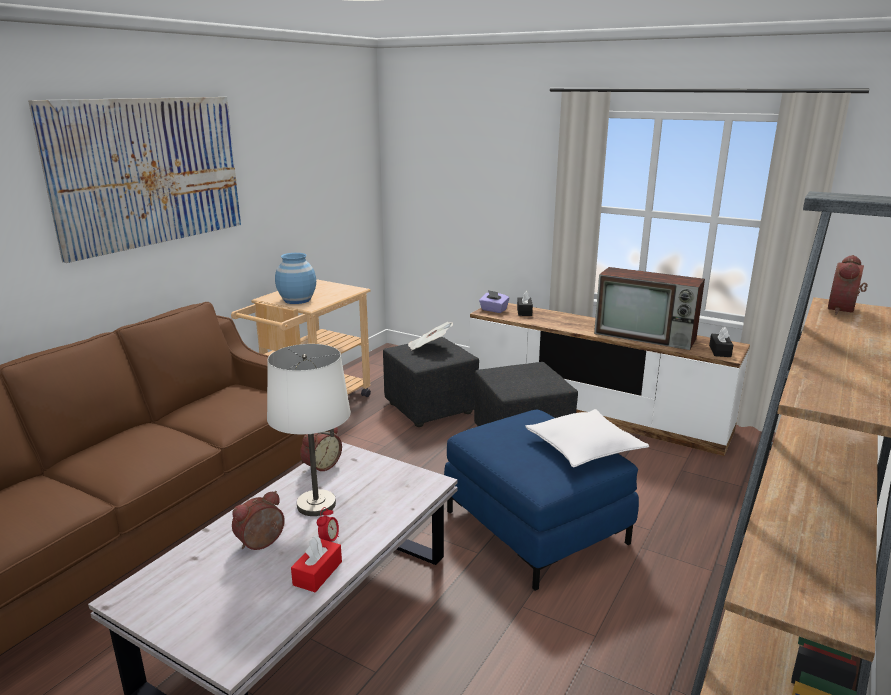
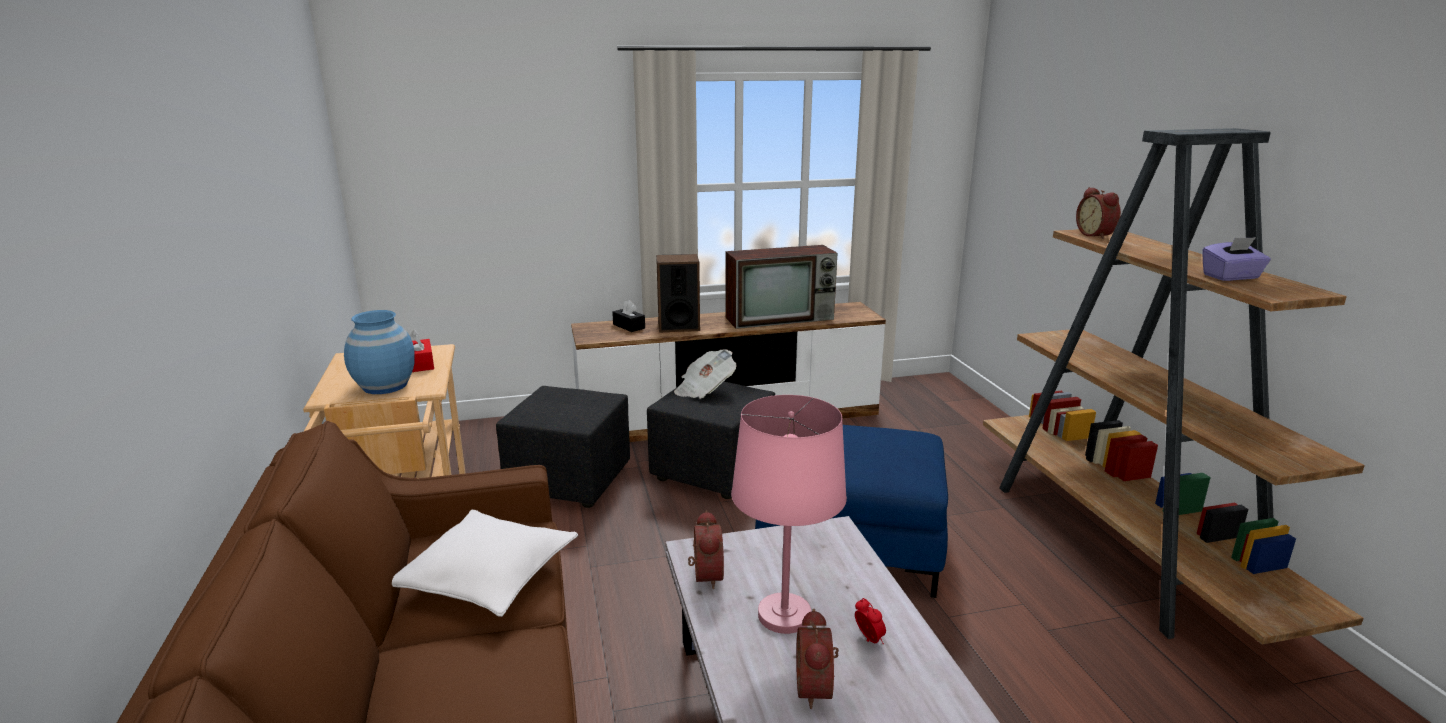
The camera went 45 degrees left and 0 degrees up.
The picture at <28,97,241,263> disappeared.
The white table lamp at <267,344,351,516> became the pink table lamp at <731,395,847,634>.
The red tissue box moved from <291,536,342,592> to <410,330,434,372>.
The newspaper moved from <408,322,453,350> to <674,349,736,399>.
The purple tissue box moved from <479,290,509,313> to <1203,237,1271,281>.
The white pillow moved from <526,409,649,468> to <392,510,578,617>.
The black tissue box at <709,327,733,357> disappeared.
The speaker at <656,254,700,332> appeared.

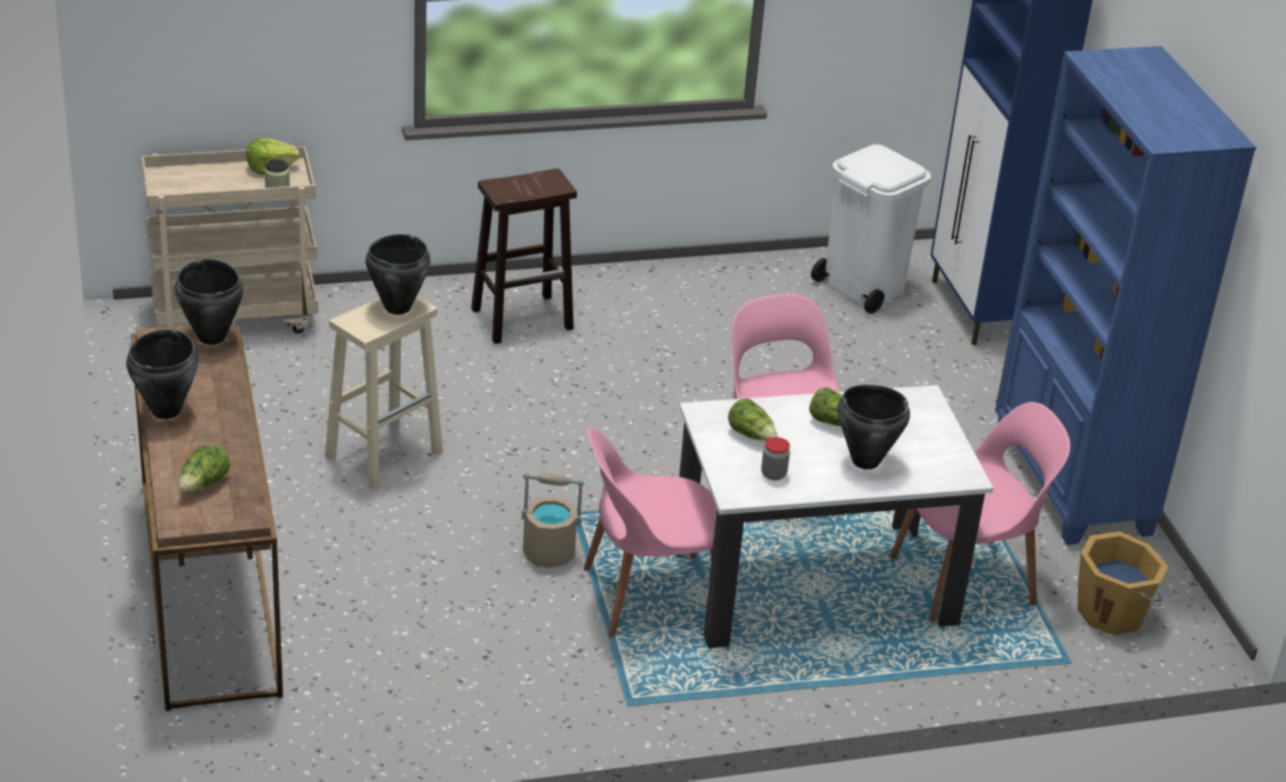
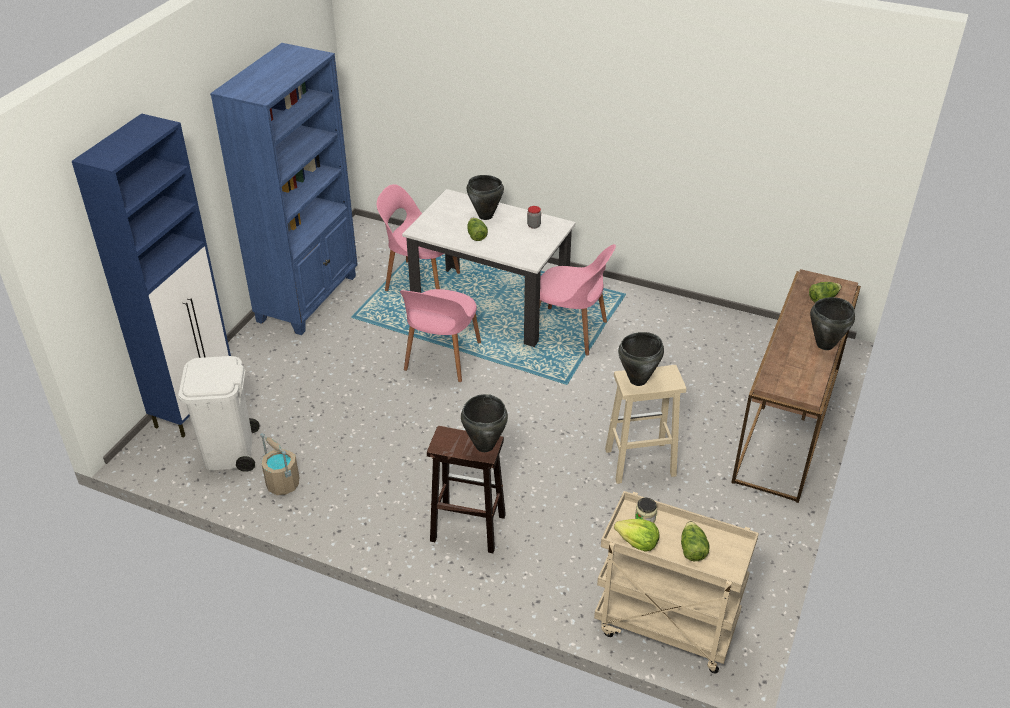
The camera went 140 degrees left and 5 degrees up.
The black cooking pot moved from <175,259,243,345> to <461,394,508,452>.
The beige bucket moved from <521,473,584,568> to <260,433,299,495>.
The lettuce moved from <728,399,777,441> to <681,521,709,561>.
The orange bucket at <1078,531,1168,635> disappeared.

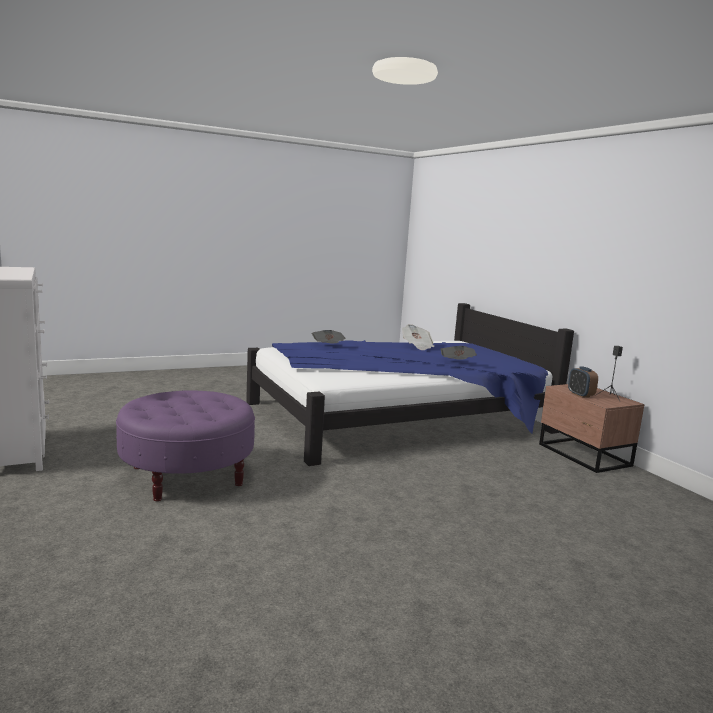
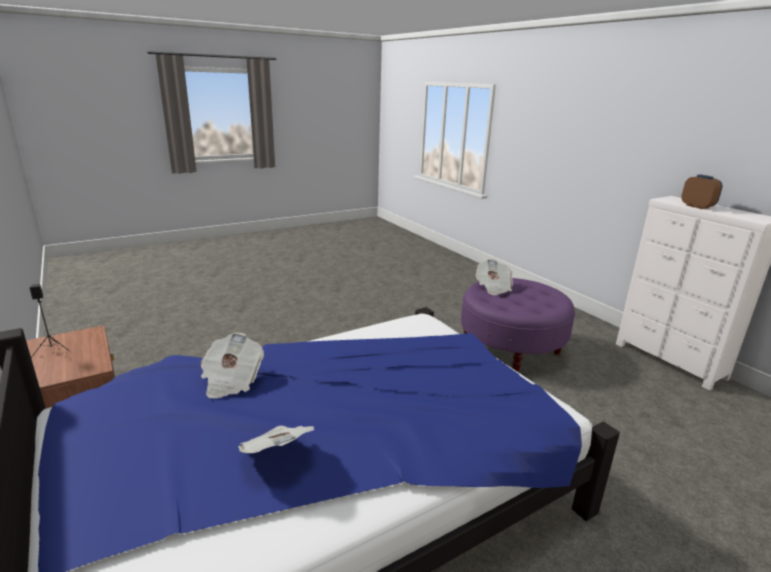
The camera went 175 degrees right and 10 degrees up.
The newspaper moved from <311,330,346,343> to <475,259,513,295>.
The alarm clock moved from <568,366,598,398> to <682,175,722,209>.

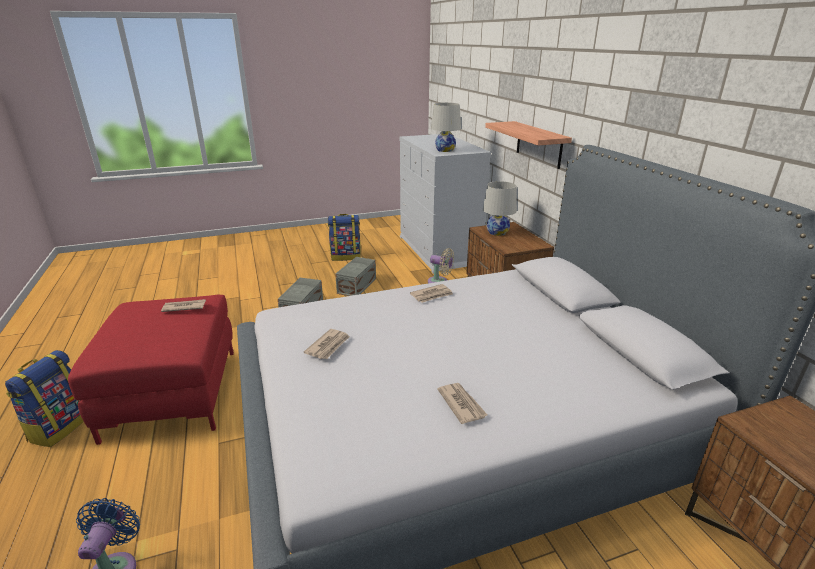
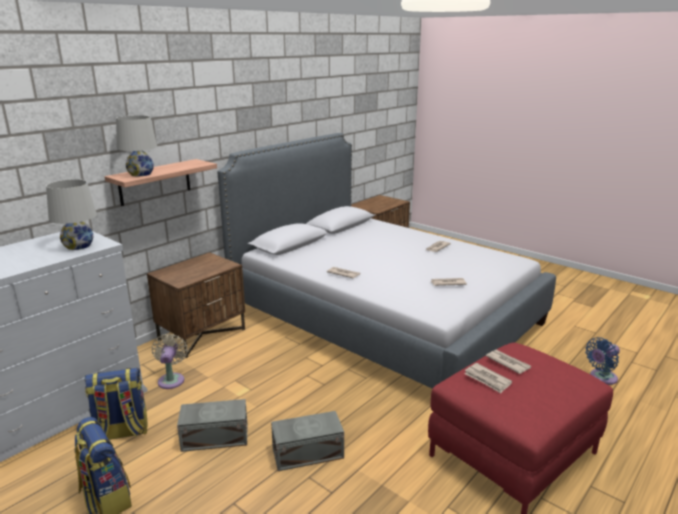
The camera went 120 degrees left and 5 degrees down.
The backpack moved from <5,350,84,447> to <85,368,147,440>.
The white table lamp moved from <483,181,517,236> to <116,115,157,176>.
The newspaper at <486,350,531,374> appeared.

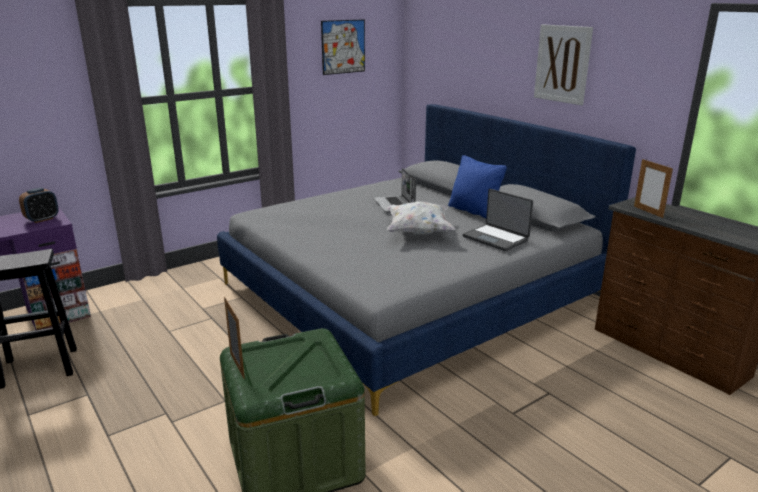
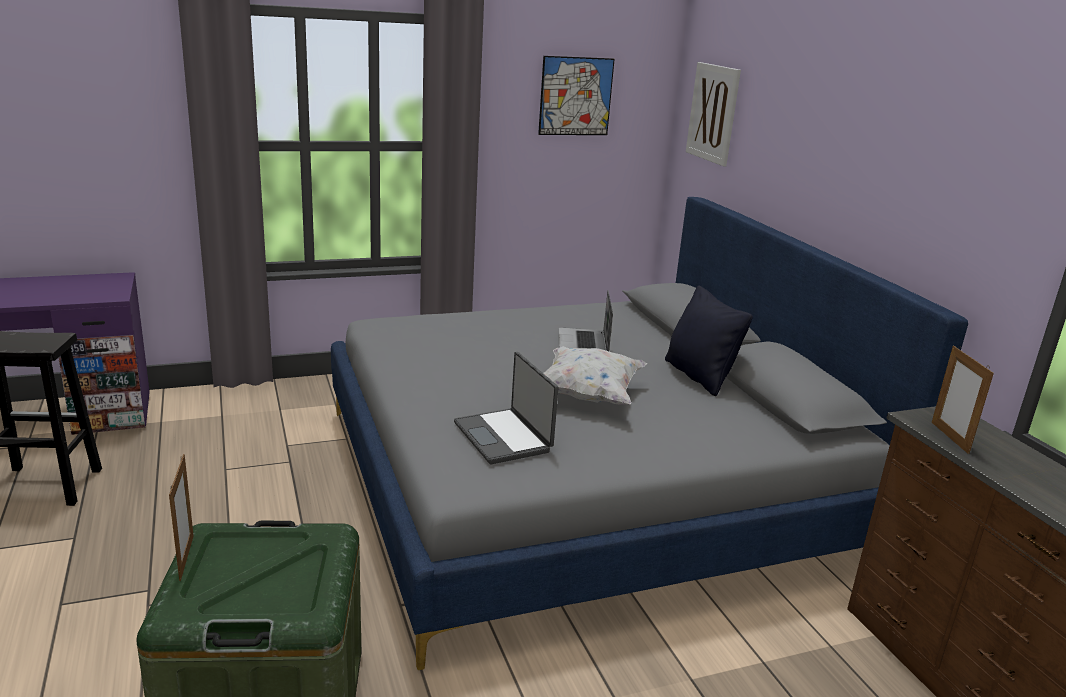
The camera went 15 degrees right and 0 degrees up.
The alarm clock at <19,188,59,223> disappeared.
The blue pillow at <448,155,507,219> became the black pillow at <665,286,753,396>.
The laptop moved from <463,189,533,251> to <454,352,558,464>.
The picture moved from <534,24,593,105> to <686,62,741,166>.

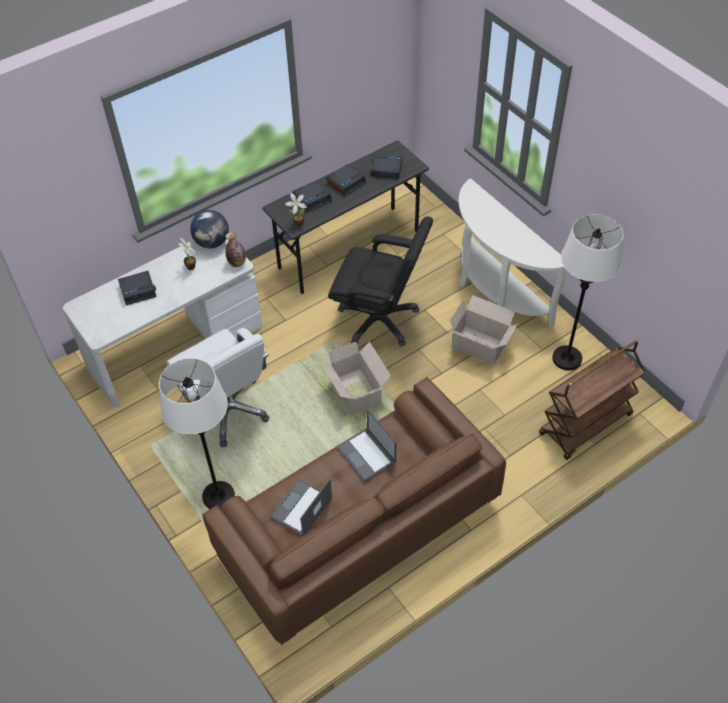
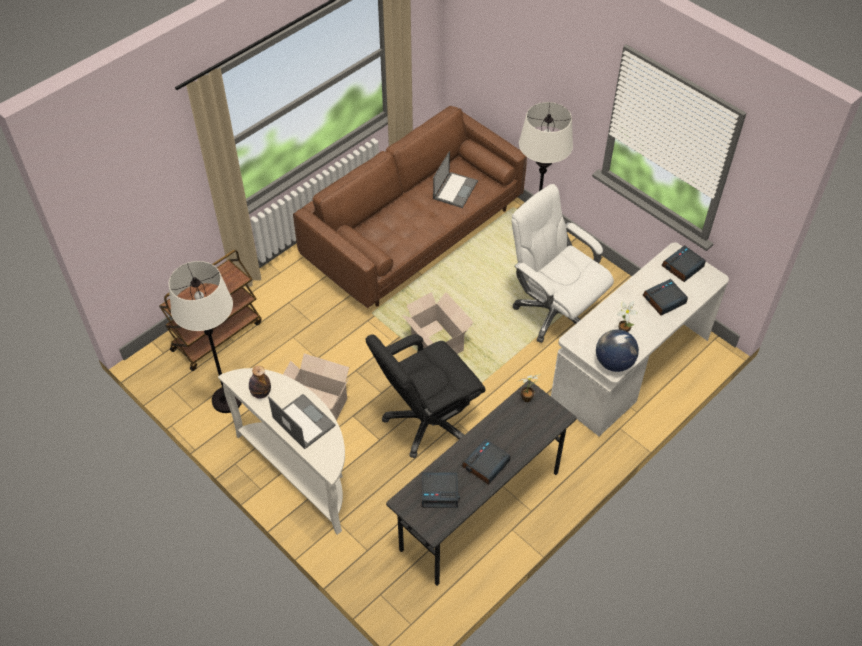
The camera went 170 degrees right and 0 degrees up.
The bottle moved from <225,232,246,267> to <249,366,271,399>.
The alarm clock moved from <293,180,332,213> to <661,245,706,282>.
The black office chair at <328,216,433,346> turned 45 degrees counterclockwise.
The laptop moved from <337,409,397,482> to <268,394,336,449>.

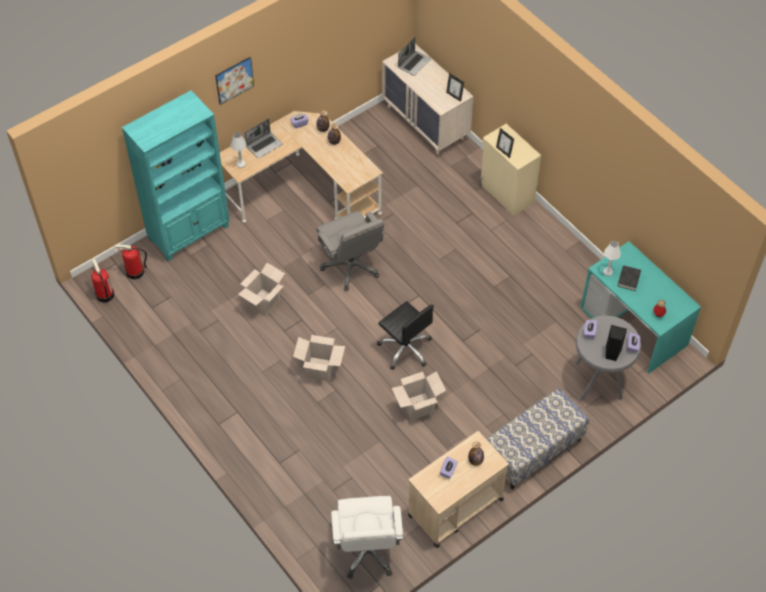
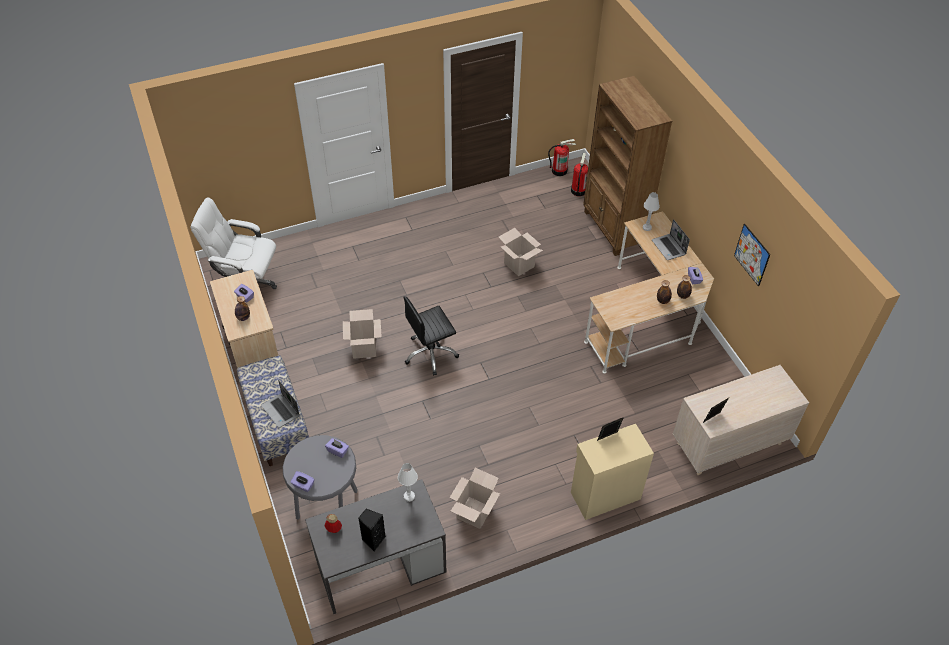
The camera went 105 degrees right and 5 degrees down.
The turquoise bookcase at <122,90,230,262> became the brown bookcase at <583,76,672,256>.
The picture moved from <215,57,254,105> to <734,224,771,286>.
The cardboard box moved from <293,335,345,381> to <450,468,500,529>.
The grey office chair at <316,211,386,291> disappeared.
The laptop moved from <398,37,431,76> to <261,380,300,428>.
The turquoise desk at <581,241,701,373> became the grey desk at <305,479,446,614>.
The black speaker moved from <605,325,627,361> to <358,509,386,551>.
The black book at <617,266,641,291> disappeared.

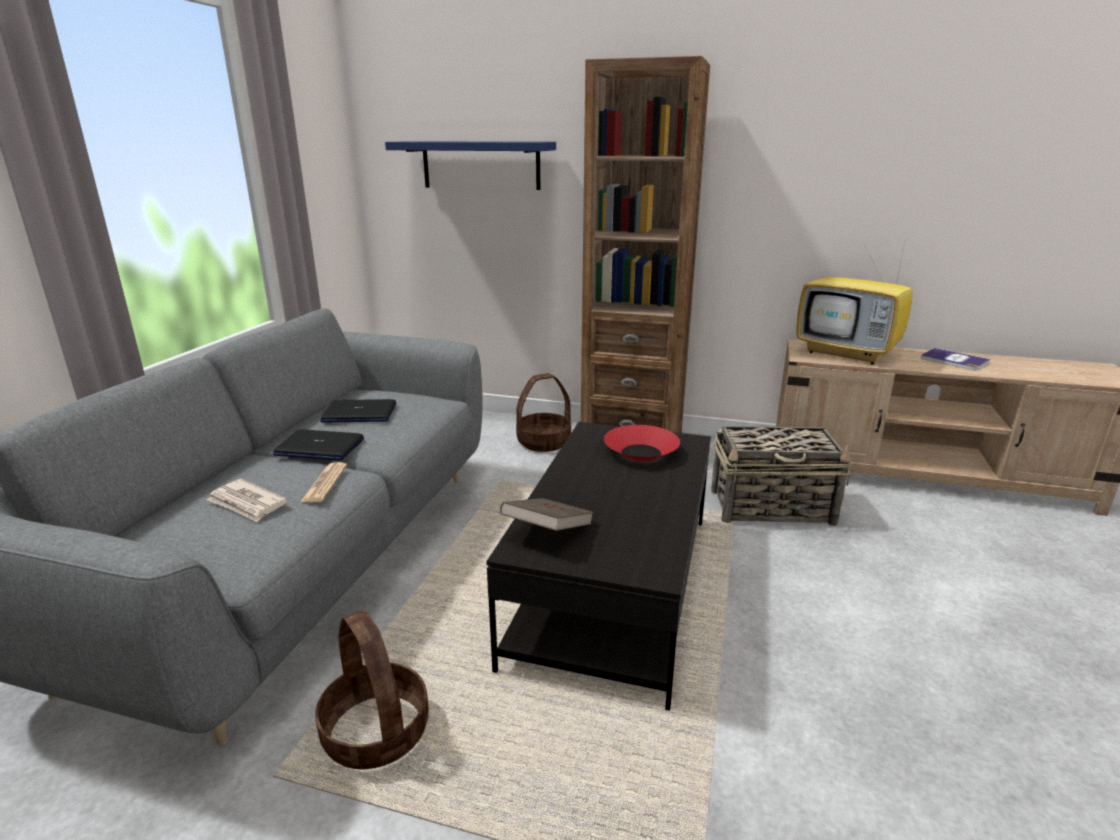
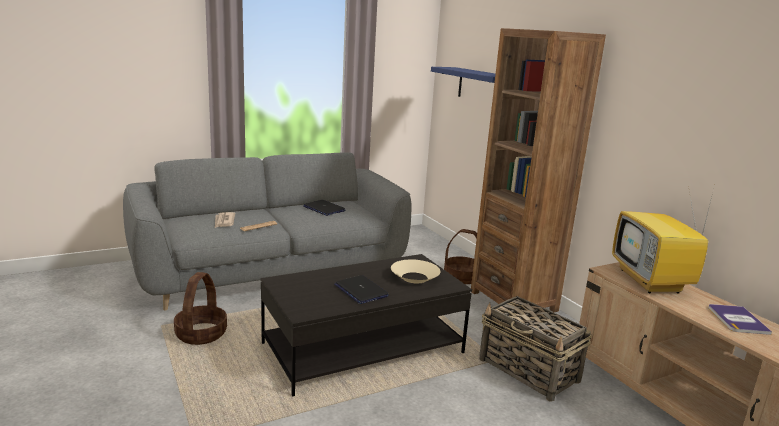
The camera went 45 degrees right and 5 degrees down.
The laptop moved from <273,430,364,461> to <334,275,389,304>.
The brown book at <500,498,594,531> disappeared.
The red bowl at <604,425,680,462> became the beige bowl at <391,259,441,283>.

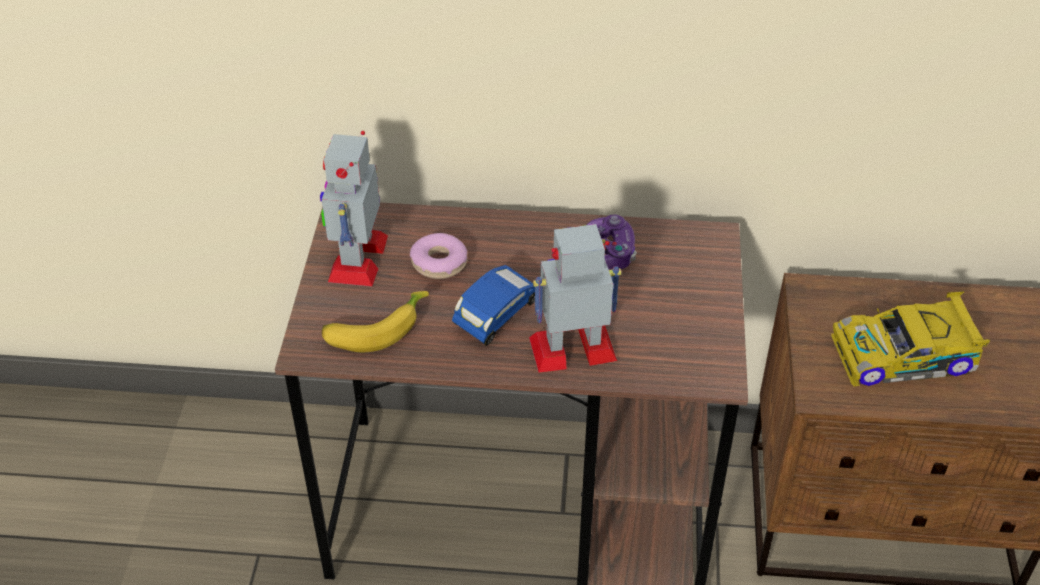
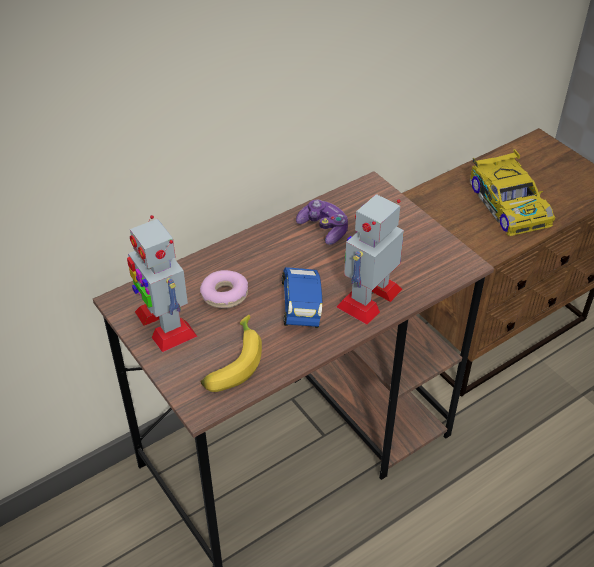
The camera went 40 degrees left and 0 degrees up.
The toy car at <831,291,990,387> turned 60 degrees counterclockwise.

